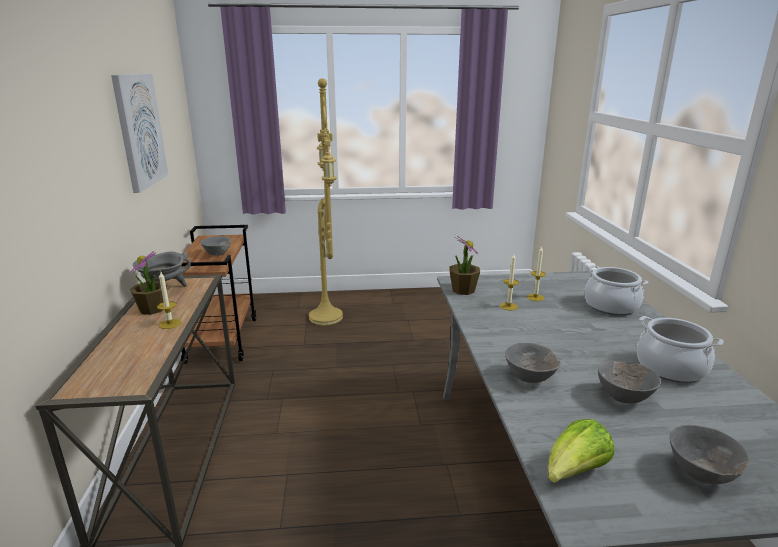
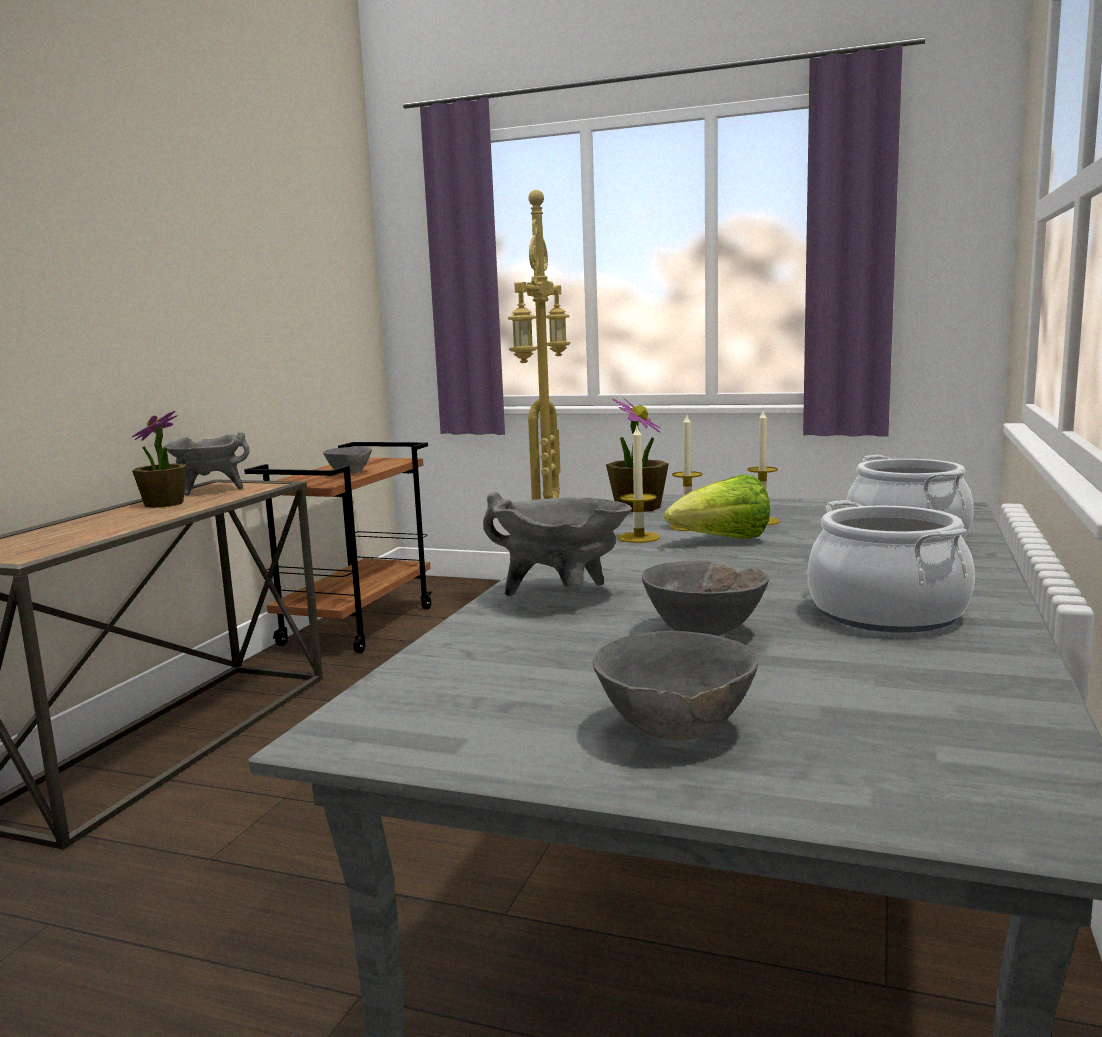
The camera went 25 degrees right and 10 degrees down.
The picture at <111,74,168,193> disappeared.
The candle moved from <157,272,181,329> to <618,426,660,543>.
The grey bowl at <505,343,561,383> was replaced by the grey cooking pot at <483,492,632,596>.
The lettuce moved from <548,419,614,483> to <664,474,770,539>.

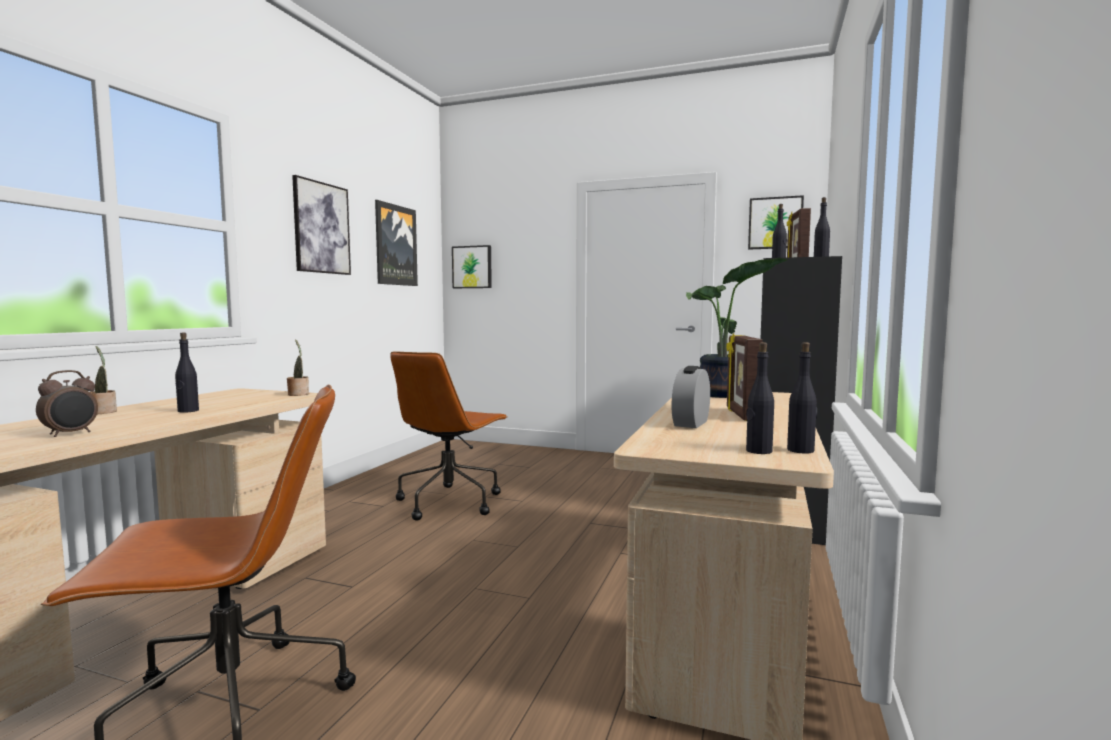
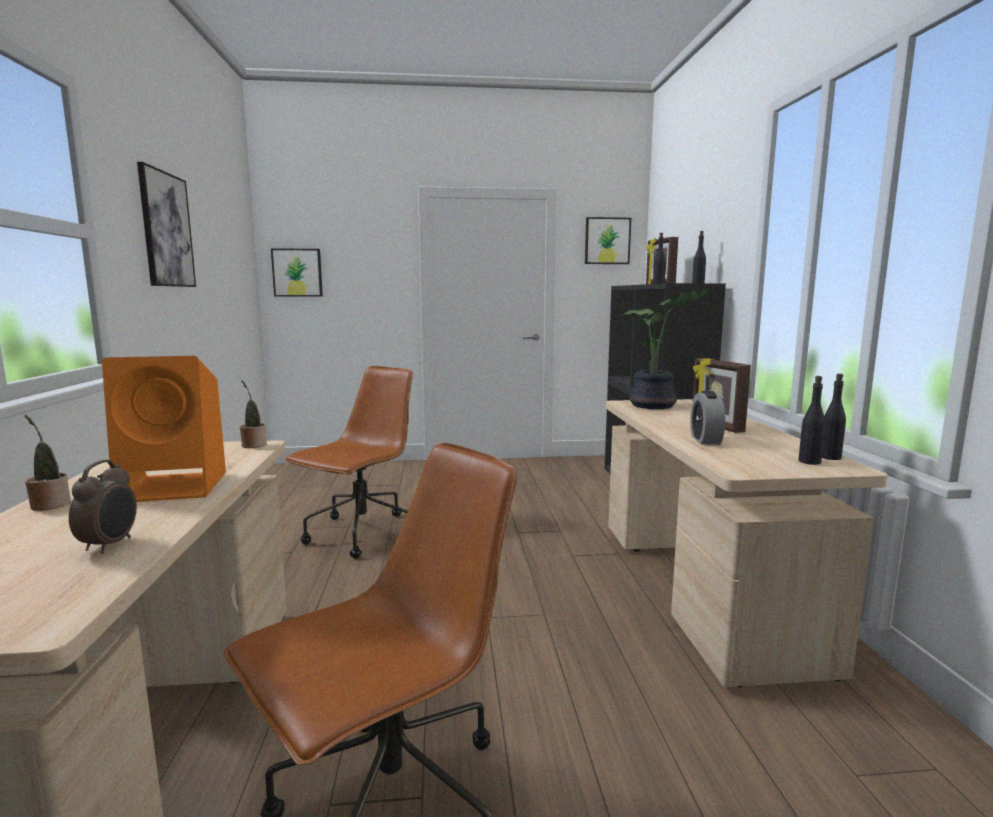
The camera went 25 degrees left and 5 degrees up.
The black bottle at <175,333,199,413> was replaced by the orange speaker at <102,356,226,502>.
The picture at <375,200,418,286> disappeared.
The brown office chair at <390,351,507,521> turned 150 degrees counterclockwise.

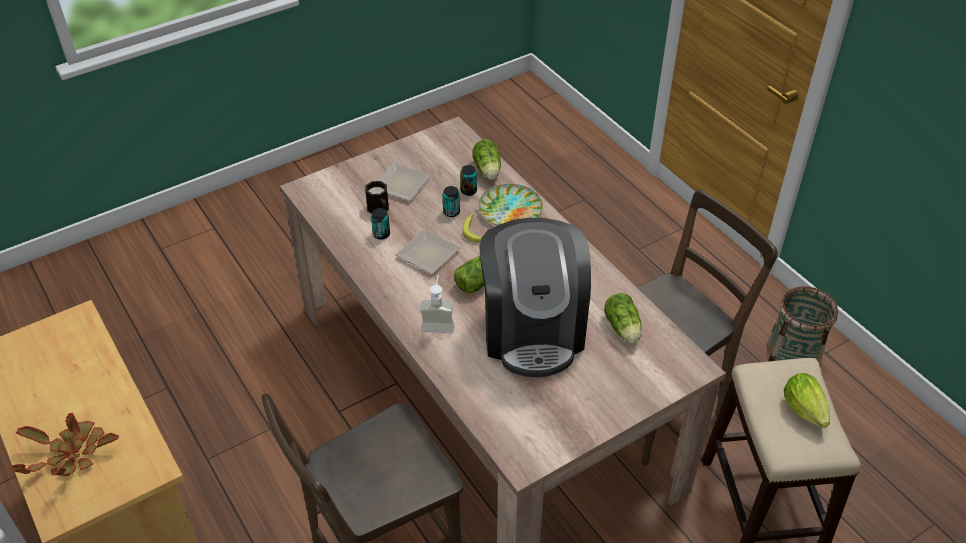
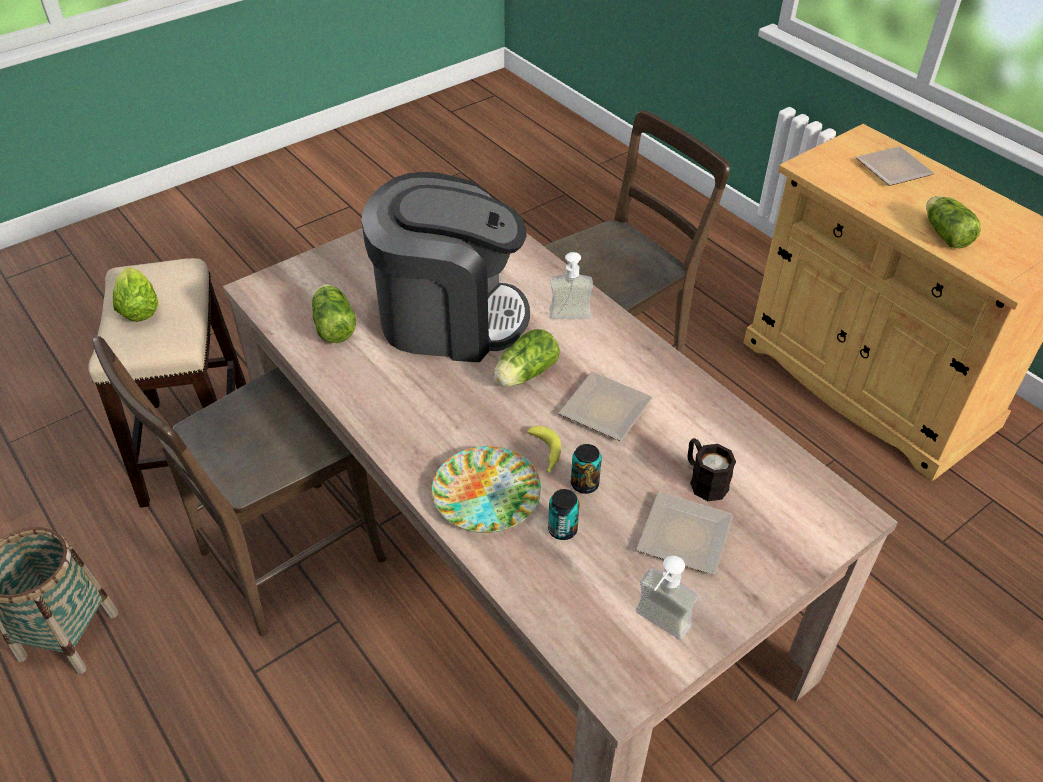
The camera went 175 degrees right and 0 degrees up.
The potted plant at <10,413,119,476> was replaced by the plate at <856,146,934,186>.
The can at <371,208,390,240> disappeared.
The lettuce moved from <473,139,501,180> to <926,196,981,249>.
The coffee machine at <479,218,591,378> turned 105 degrees clockwise.
The soap dispenser at <635,556,698,640> appeared.

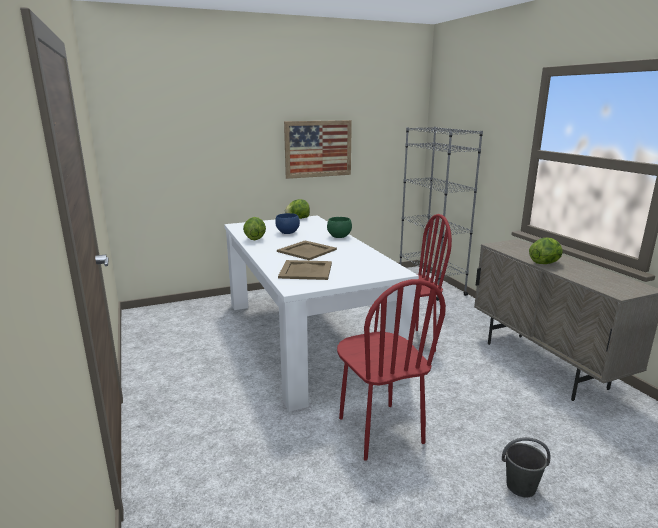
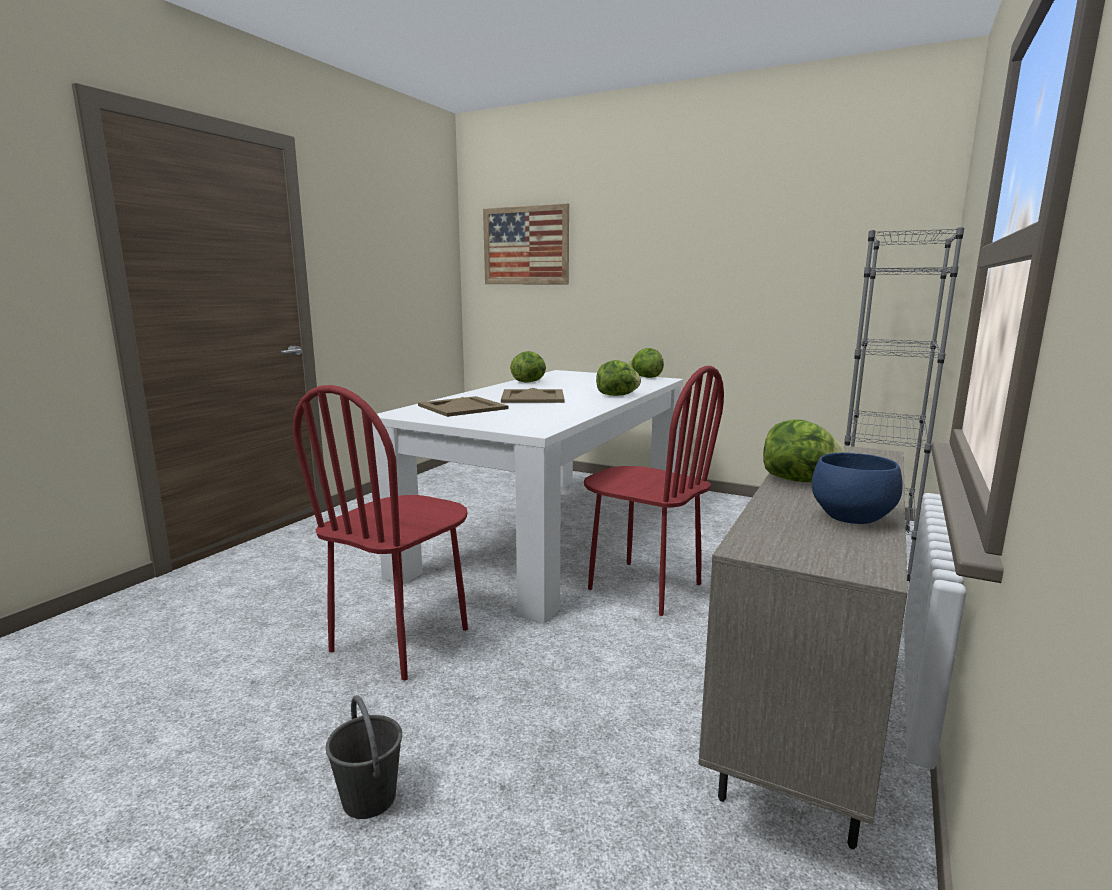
The camera went 50 degrees right and 5 degrees down.
The blue bowl moved from <275,213,300,234> to <812,452,903,524>.
The picture moved from <284,120,352,179> to <483,203,569,284>.
The green bowl at <327,217,352,238> was replaced by the lettuce at <596,360,641,396>.

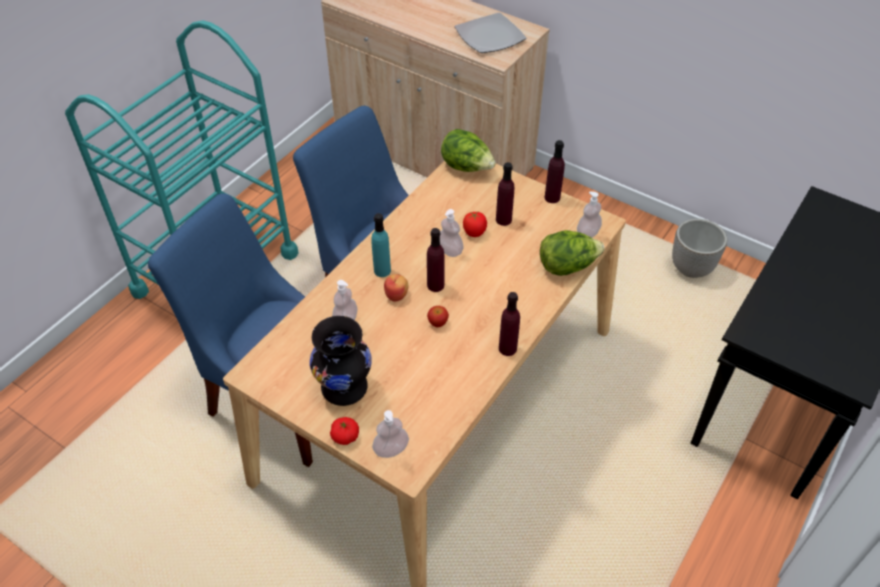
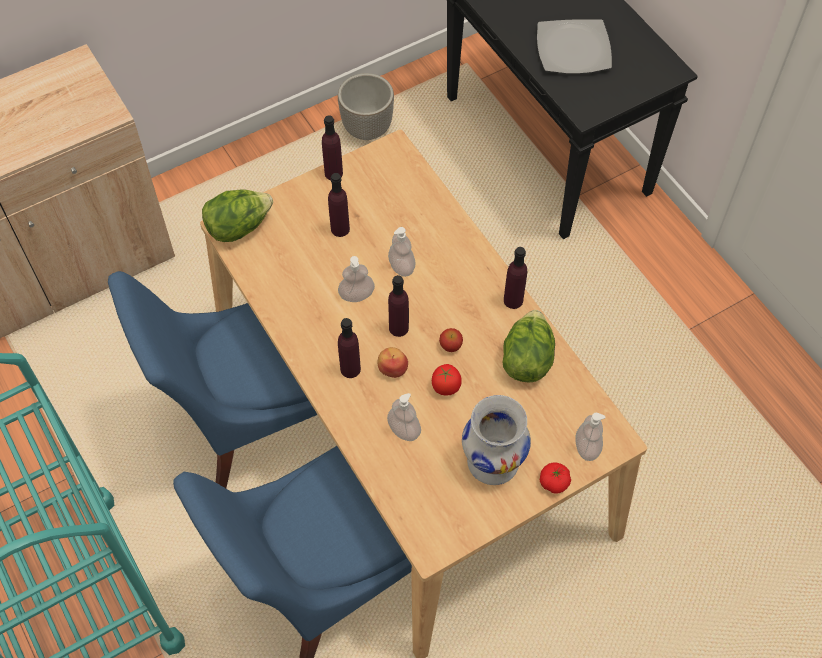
The camera went 65 degrees left and 10 degrees up.
The black vase at <310,316,372,406> became the white vase at <462,395,531,485>.
The turquoise bottle at <371,213,391,277> became the purple bottle at <338,318,361,378>.
The plate moved from <455,13,527,53> to <537,19,612,74>.
The tomato moved from <463,212,487,237> to <432,364,462,396>.
The lettuce moved from <540,230,605,276> to <502,310,555,382>.
The soap dispenser moved from <577,191,602,238> to <388,227,415,277>.

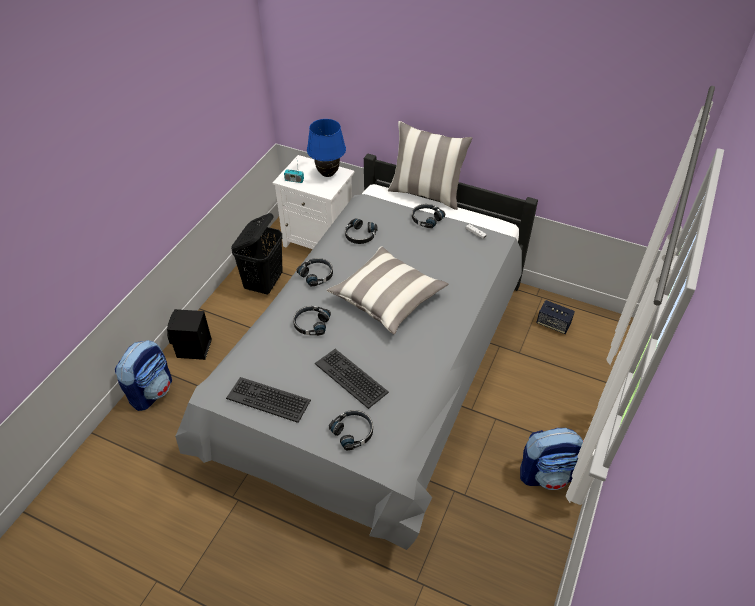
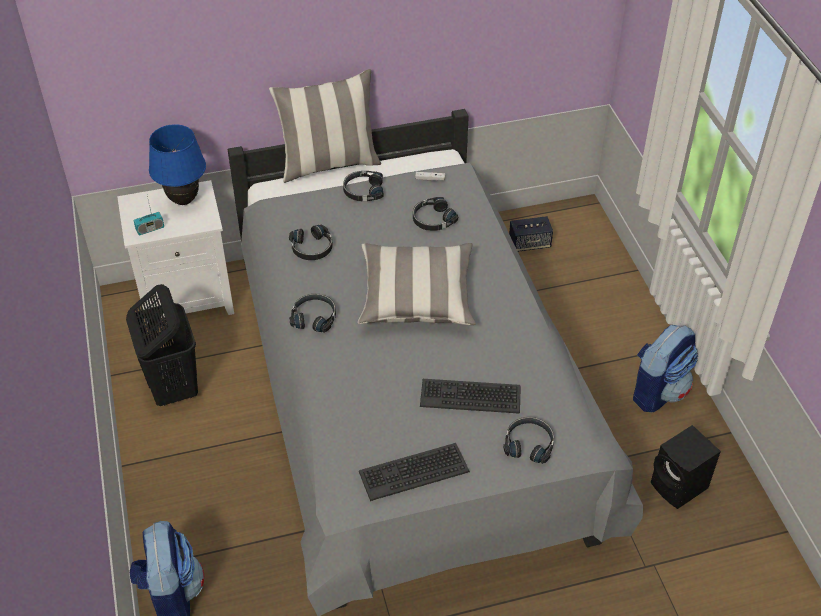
The camera went 40 degrees left and 0 degrees up.
The black speaker moved from <167,309,212,360> to <651,425,721,509>.
The black headphones moved from <293,306,331,336> to <413,197,458,231>.

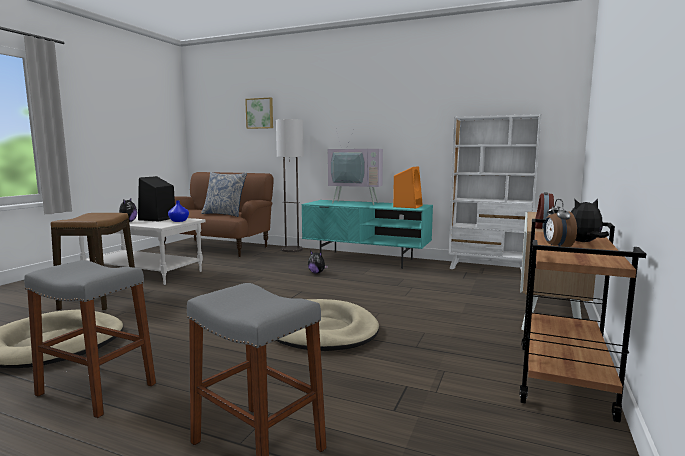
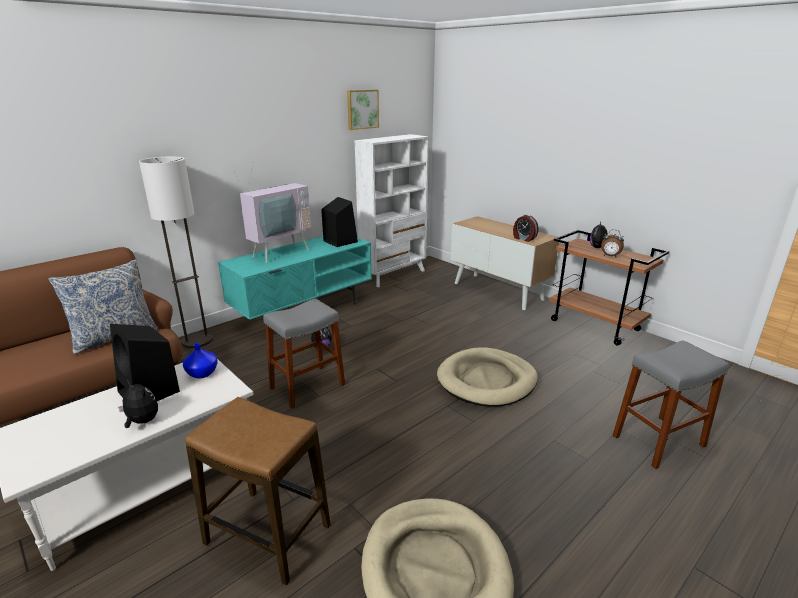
The camera went 65 degrees left and 15 degrees up.
The grey stool moved from <24,260,156,418> to <263,299,345,408>.
The picture moved from <245,97,273,129> to <347,90,379,130>.
The orange speaker at <393,166,423,208> became the black speaker at <321,197,358,247>.

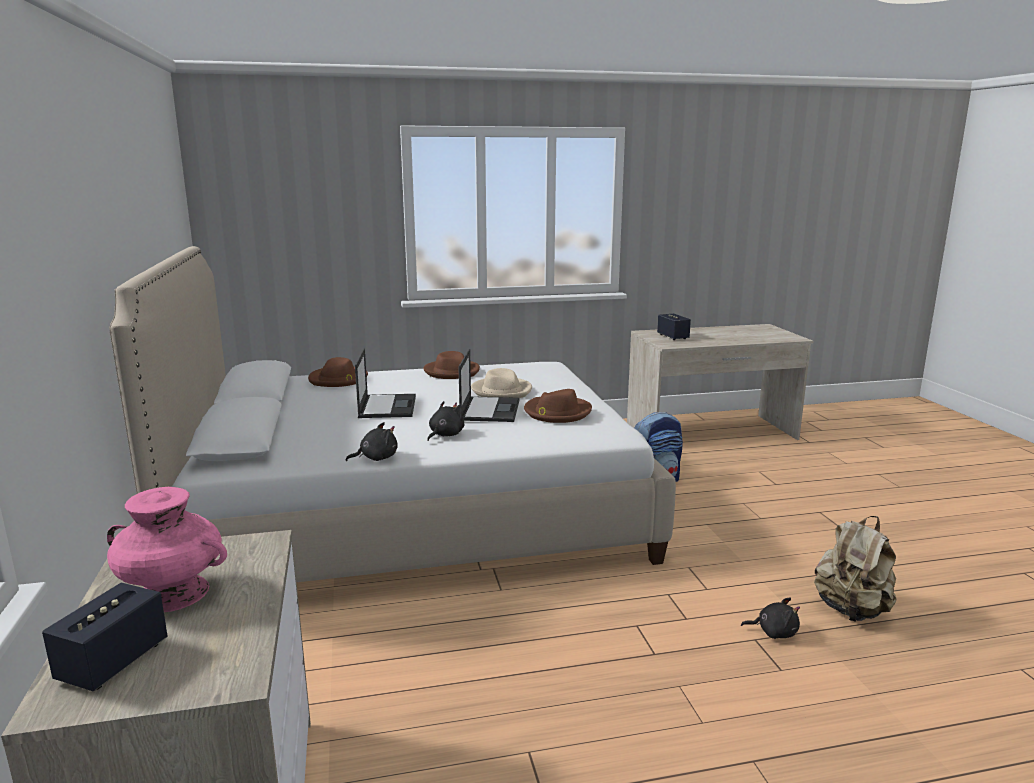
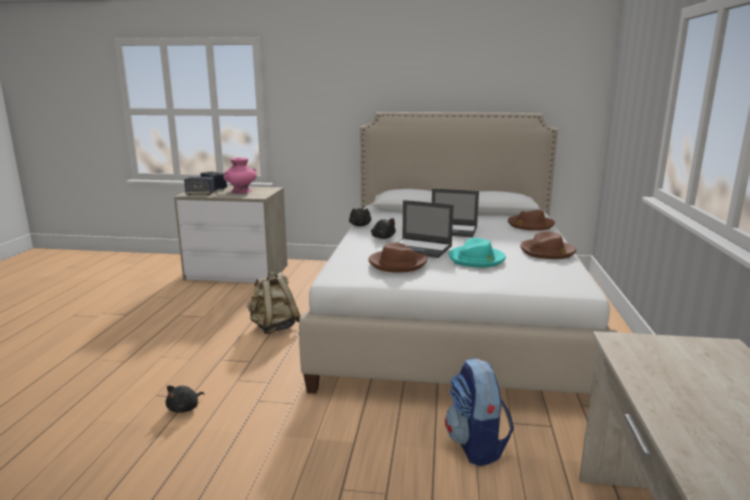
The camera went 110 degrees right and 0 degrees up.
The beige hat at <471,368,532,398> became the turquoise hat at <449,238,506,268>.
The speaker moved from <657,314,691,340> to <184,177,215,195>.
The beige backpack moved from <814,516,897,622> to <247,272,300,334>.

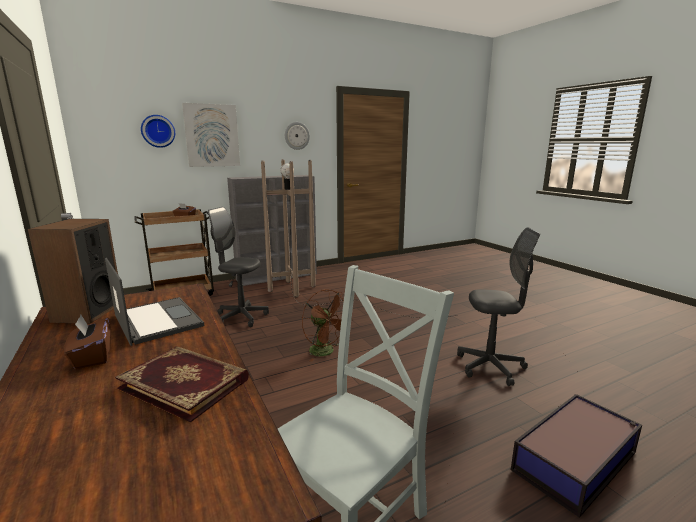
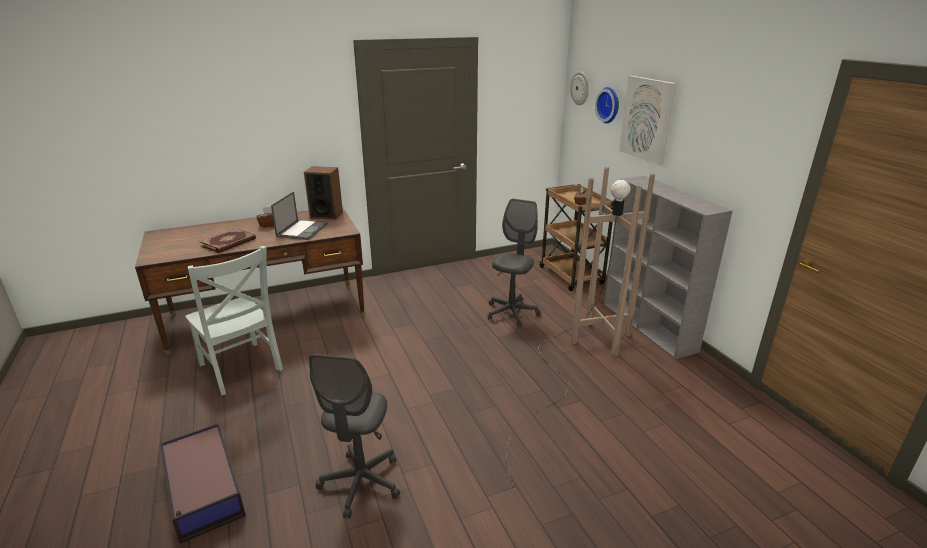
The camera went 95 degrees right and 10 degrees up.
The laptop at <105,258,205,346> turned 45 degrees counterclockwise.
The wall clock moved from <285,122,310,150> to <570,71,589,105>.
The brown fan at <302,289,353,362> disappeared.

